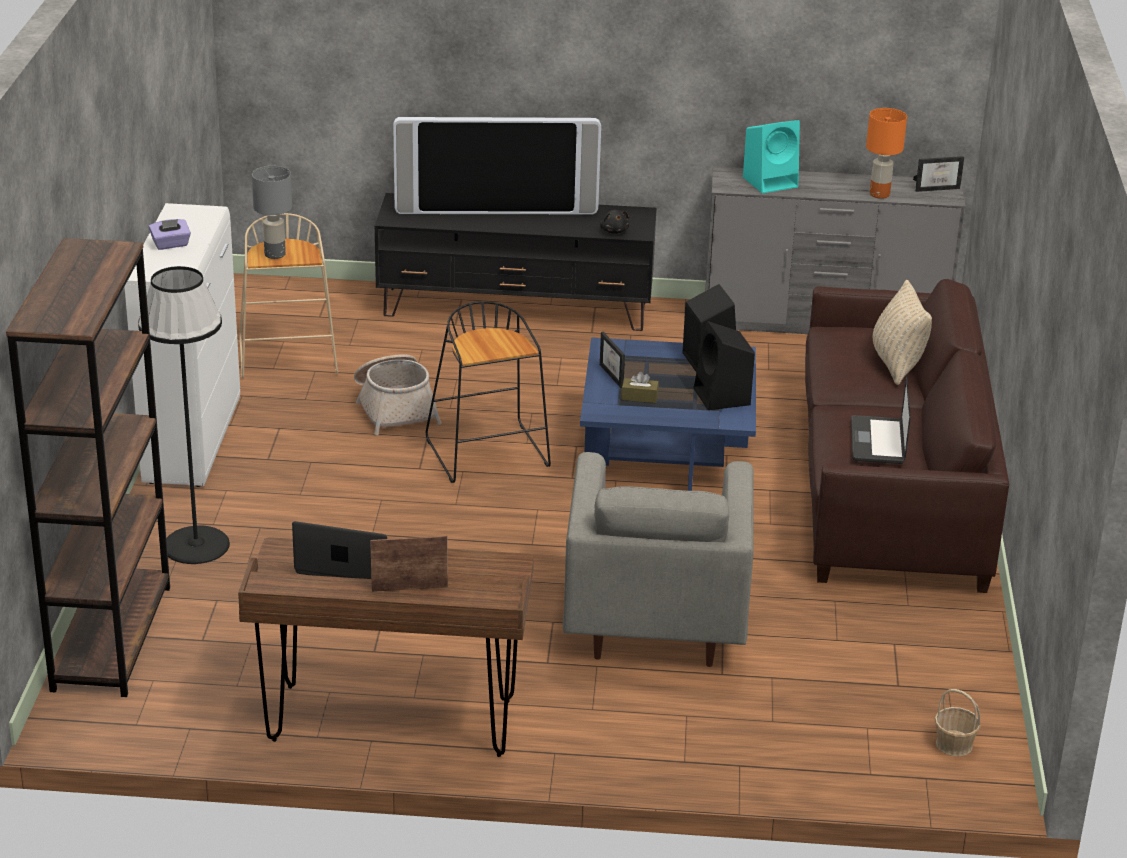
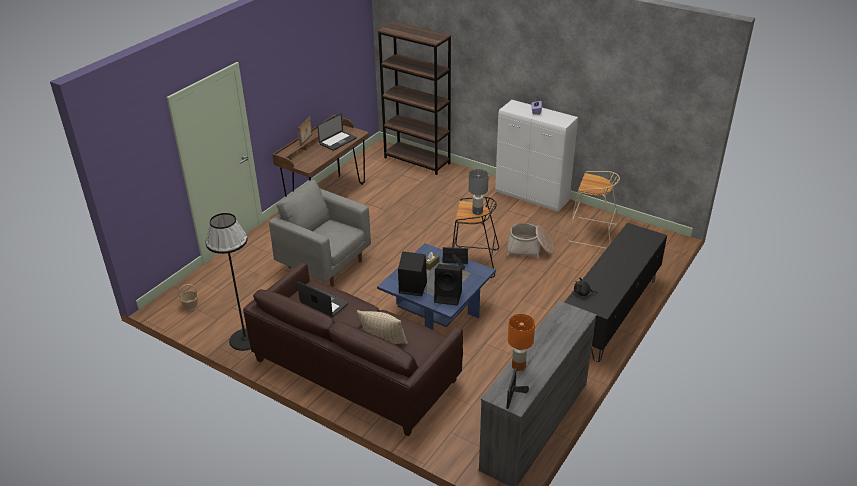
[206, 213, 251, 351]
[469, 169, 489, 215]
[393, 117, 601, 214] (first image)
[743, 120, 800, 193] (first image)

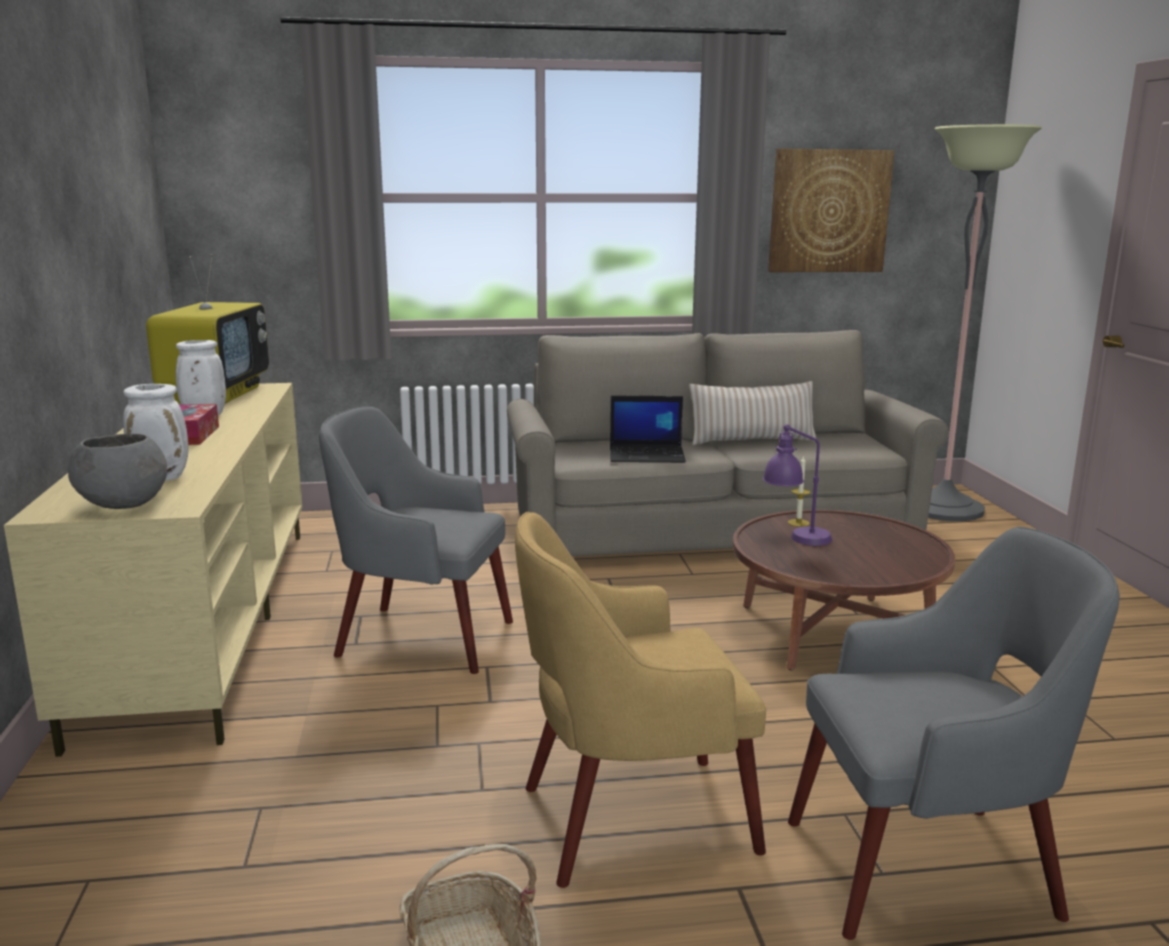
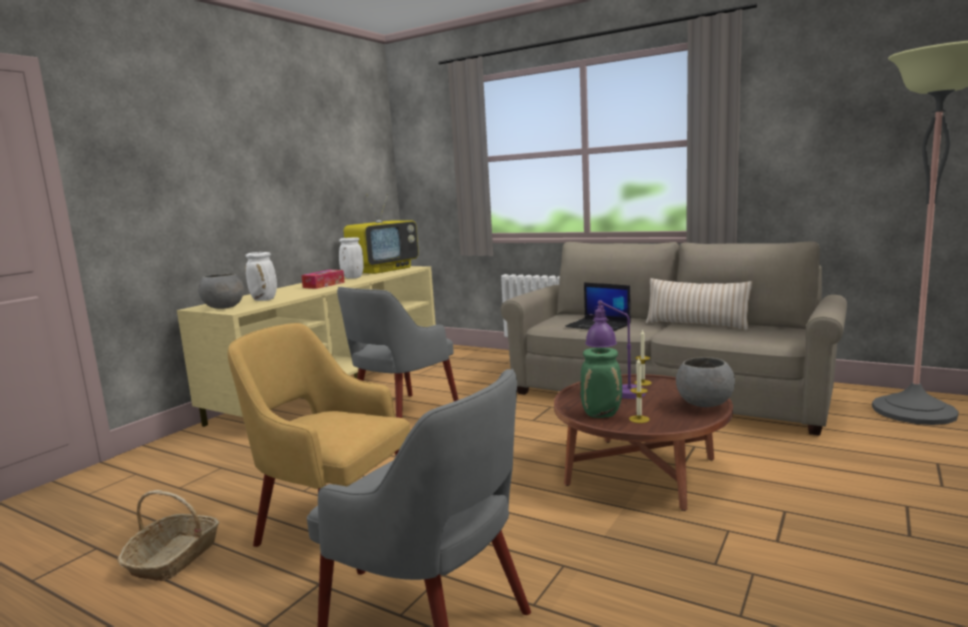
[337, 287, 458, 418]
[581, 348, 622, 418]
[629, 358, 650, 423]
[676, 357, 735, 407]
[768, 148, 895, 272] (first image)

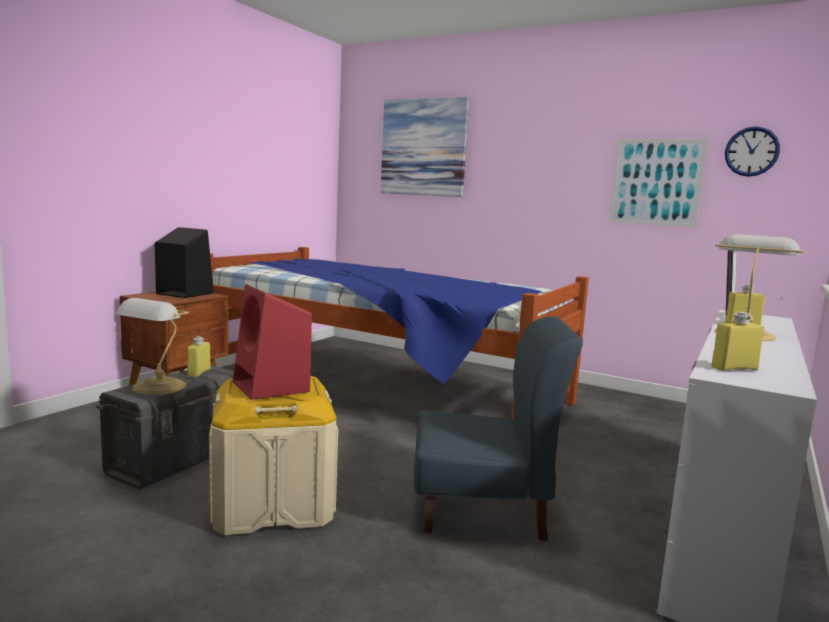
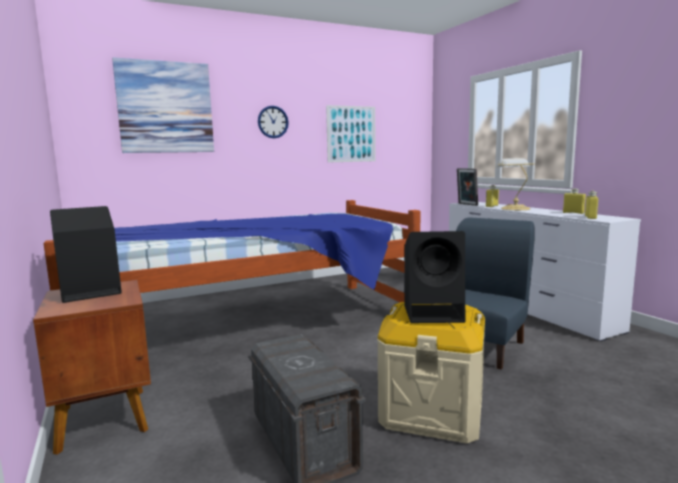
[258, 106, 289, 138]
[404, 231, 465, 323]
[563, 188, 586, 214]
[116, 298, 189, 395] (first image)

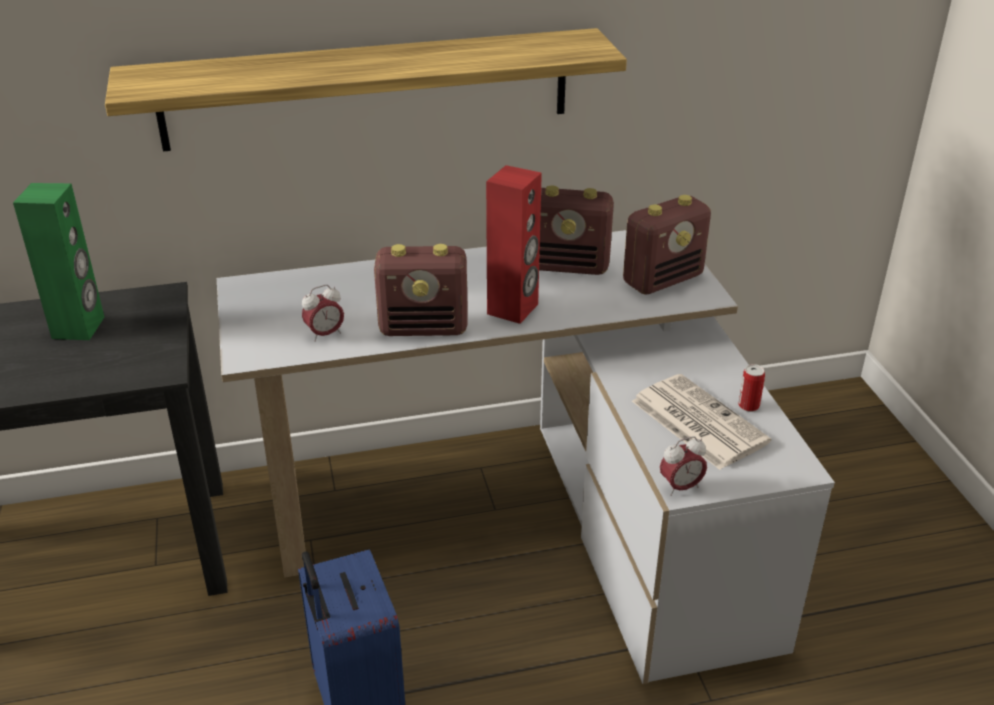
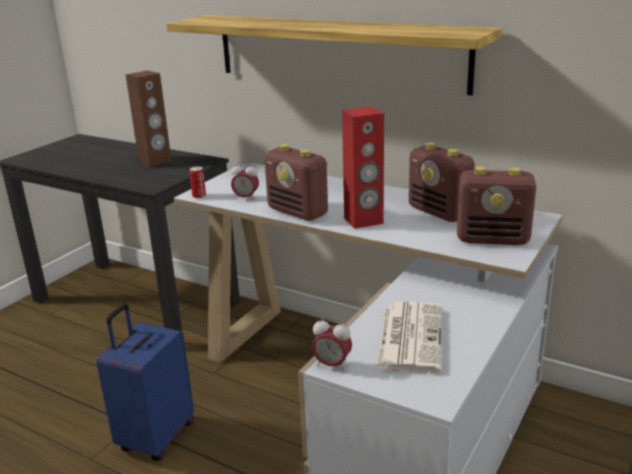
[126, 71, 172, 167]
[189, 166, 206, 198]

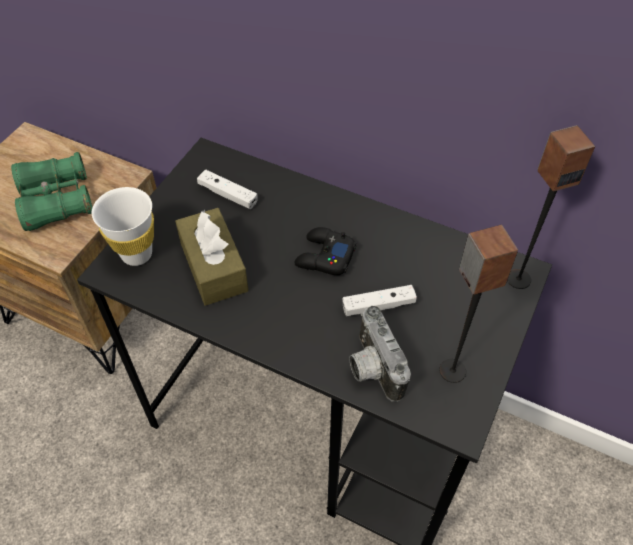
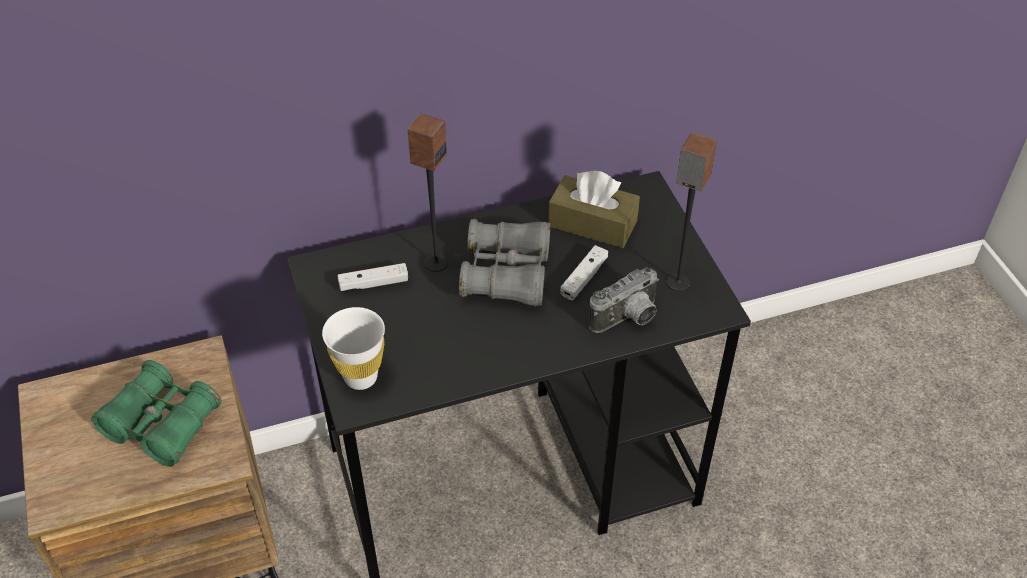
[407, 114, 448, 272]
[459, 219, 550, 306]
[548, 170, 640, 248]
[589, 267, 659, 333]

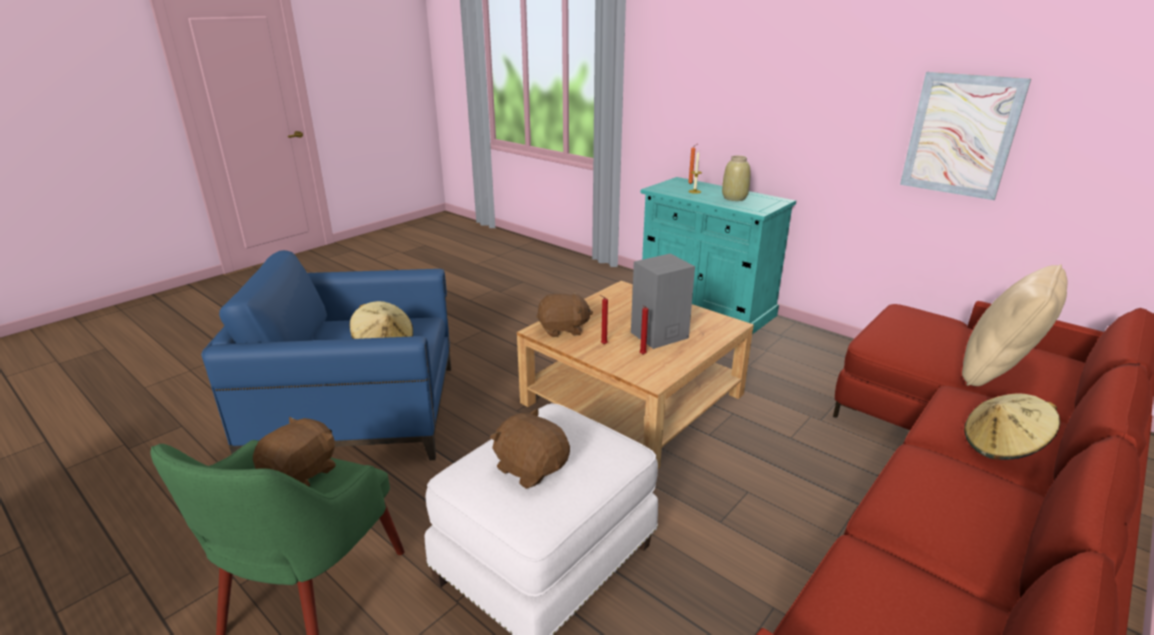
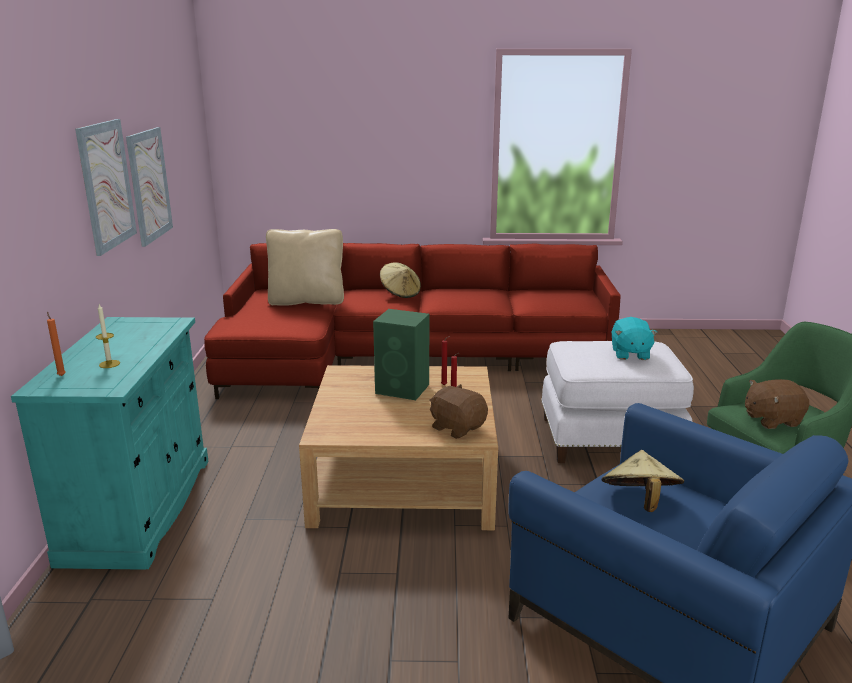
[75, 119, 137, 256]
[373, 309, 429, 400]
[612, 317, 658, 360]
[722, 155, 751, 201] (first image)

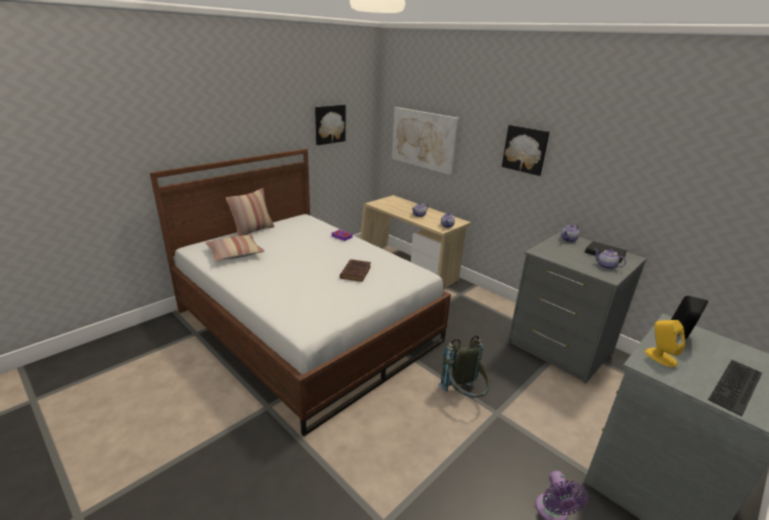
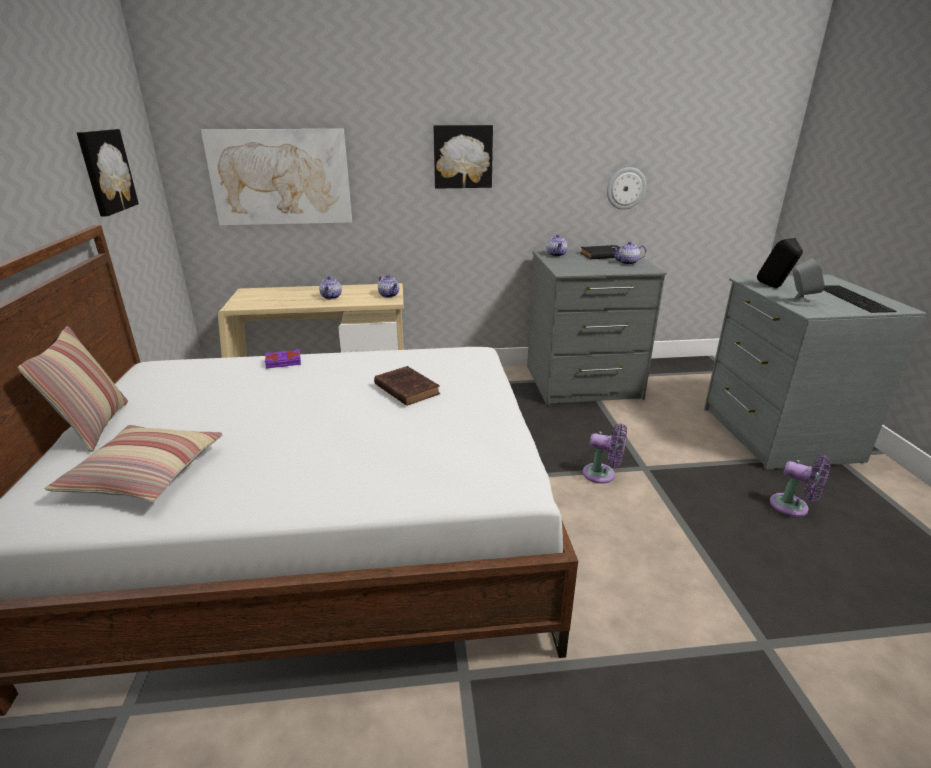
[583, 424, 627, 484]
[607, 167, 646, 210]
[785, 258, 825, 306]

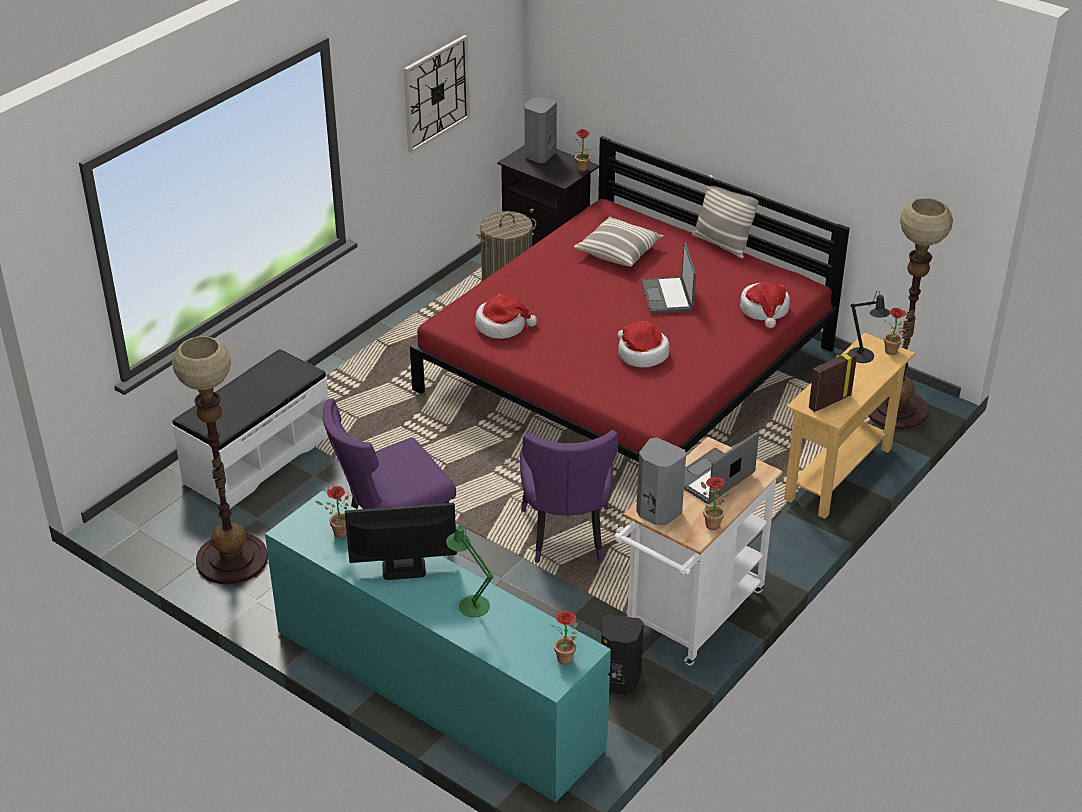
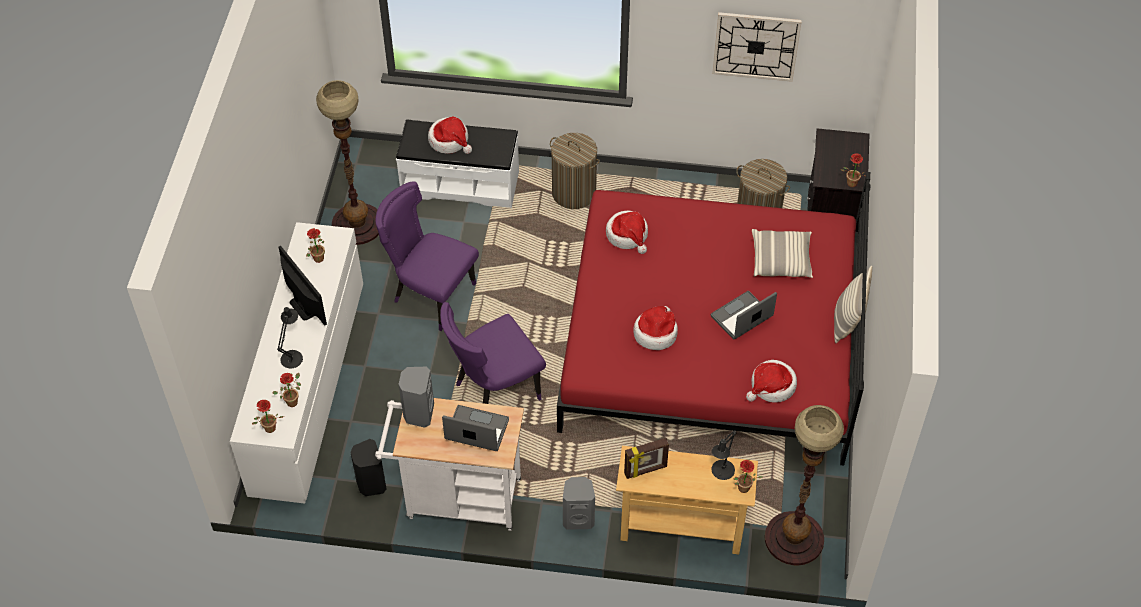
[230, 222, 363, 504]
[272, 373, 301, 407]
[277, 307, 303, 369]
[428, 116, 472, 154]
[550, 133, 600, 209]
[563, 477, 595, 530]
[624, 438, 669, 479]

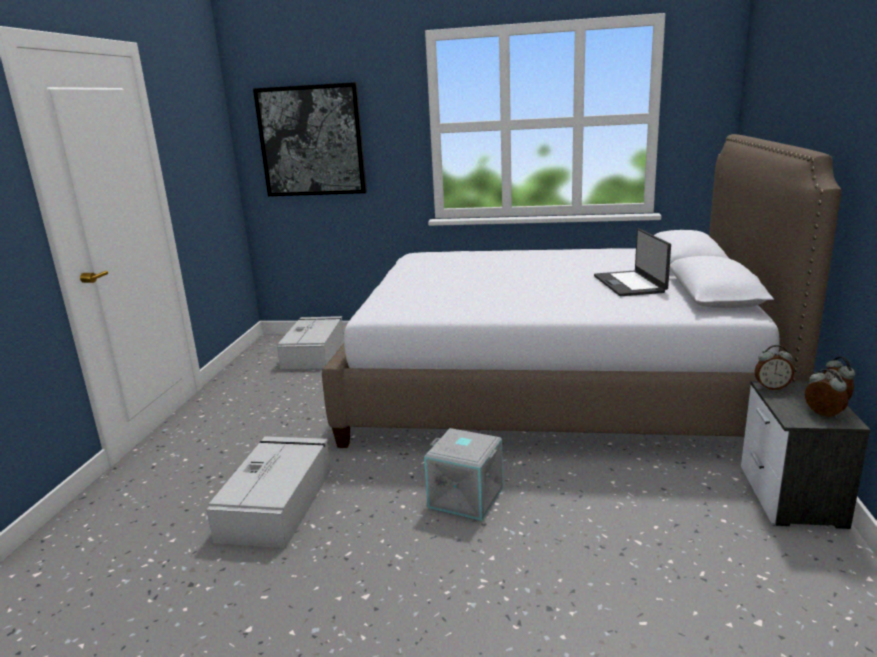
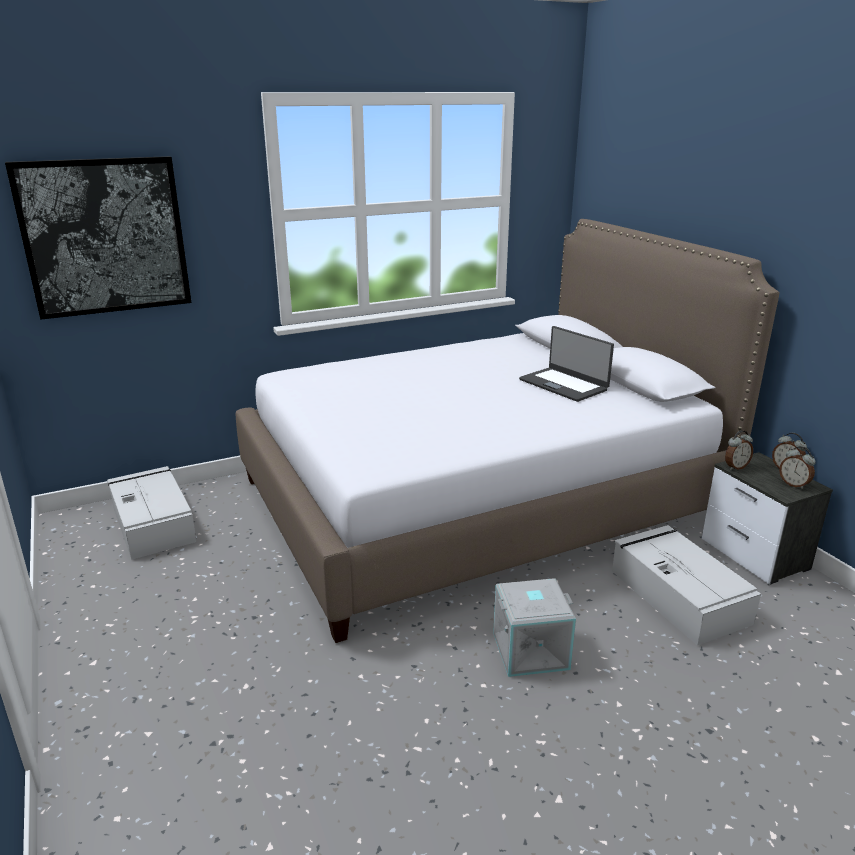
[612, 525, 761, 646]
[779, 446, 816, 489]

